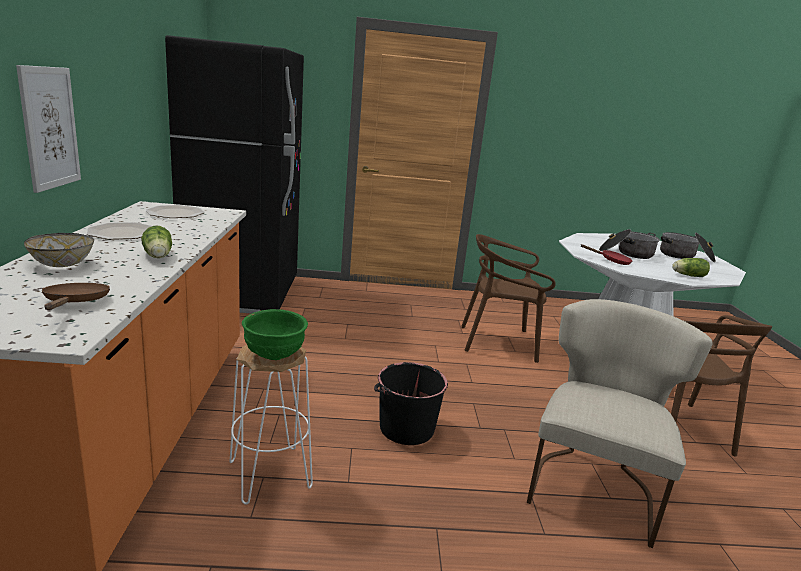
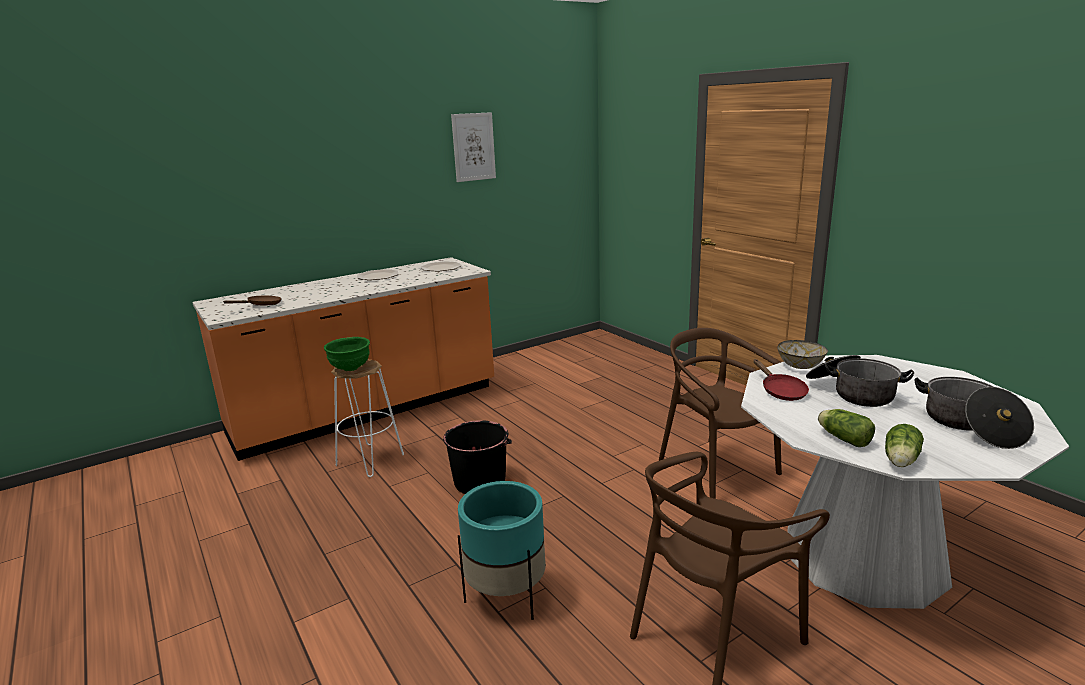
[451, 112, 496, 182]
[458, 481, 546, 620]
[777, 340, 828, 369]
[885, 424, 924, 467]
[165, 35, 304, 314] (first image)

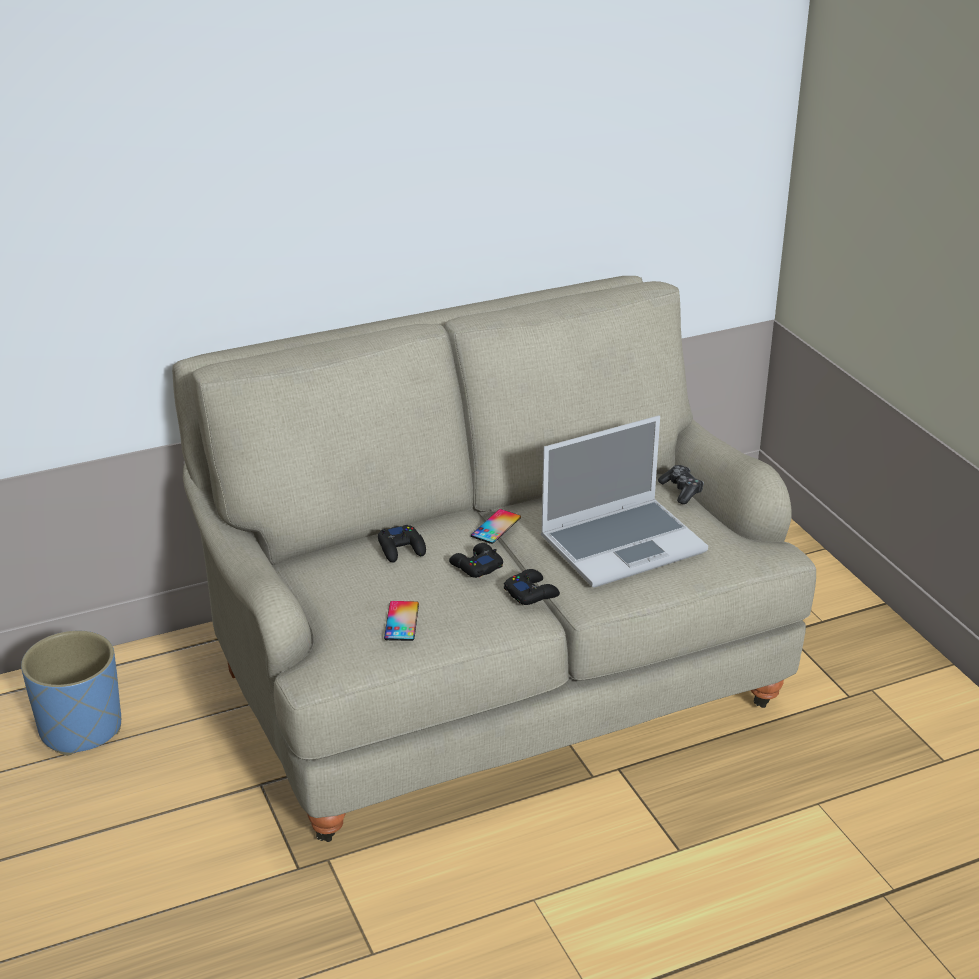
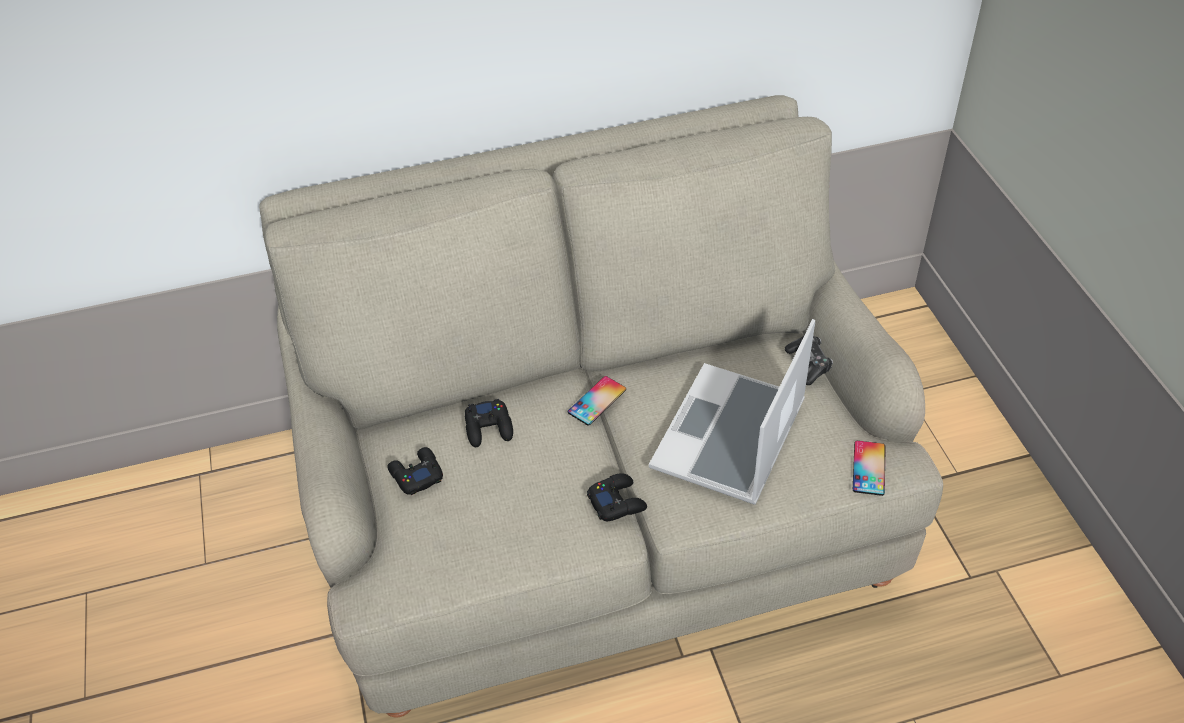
[387, 447, 443, 495]
[649, 319, 815, 505]
[853, 441, 886, 496]
[21, 631, 121, 755] (first image)

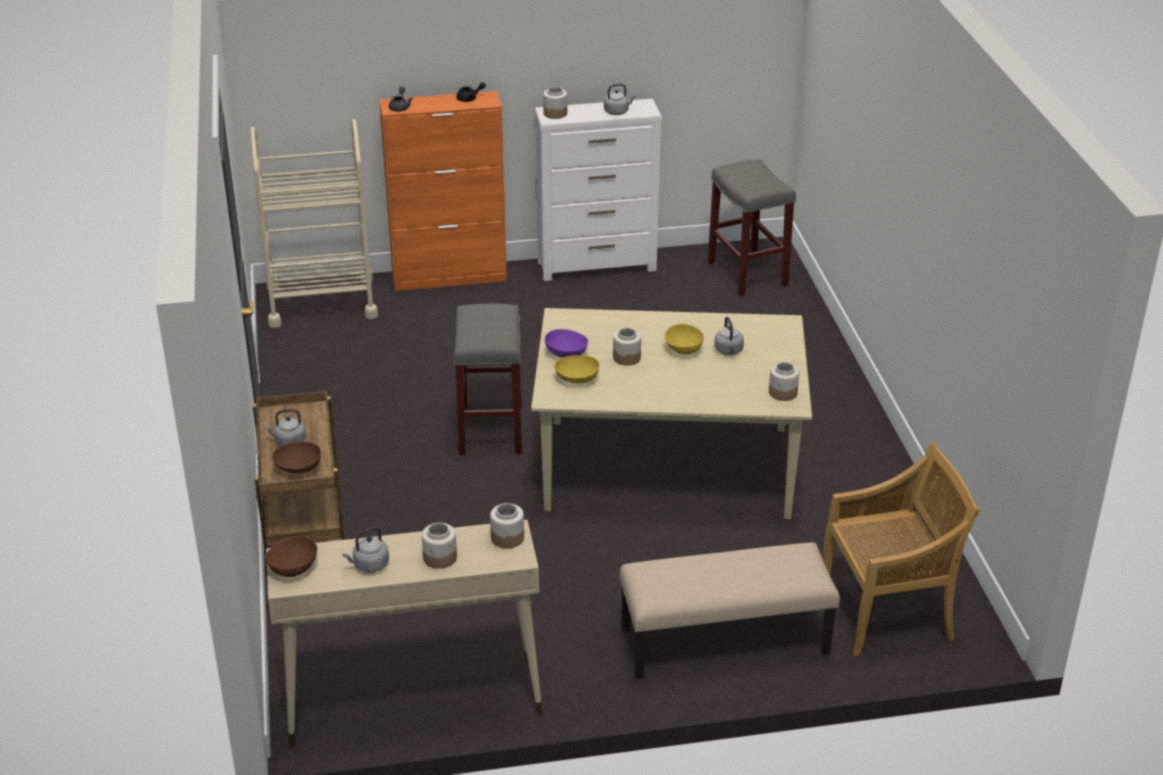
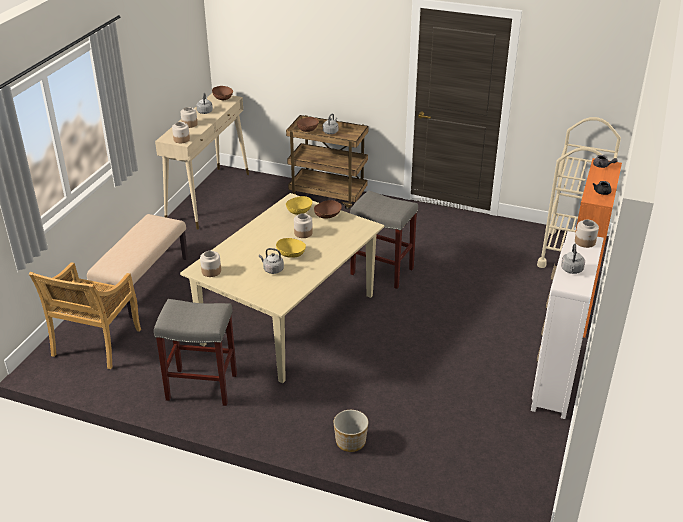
[154, 299, 237, 406]
[314, 200, 342, 219]
[333, 410, 368, 452]

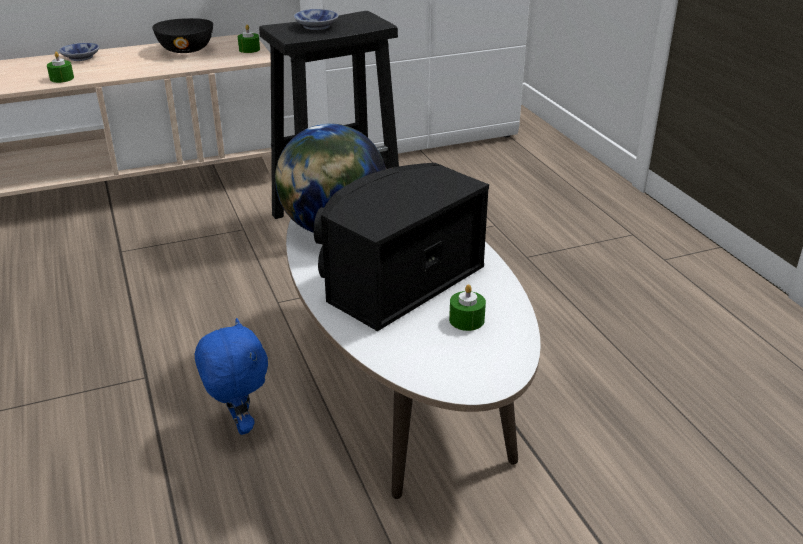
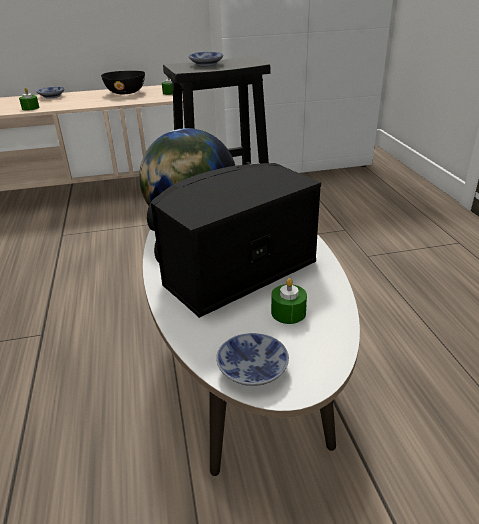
[216, 333, 289, 386]
[195, 318, 268, 435] (first image)

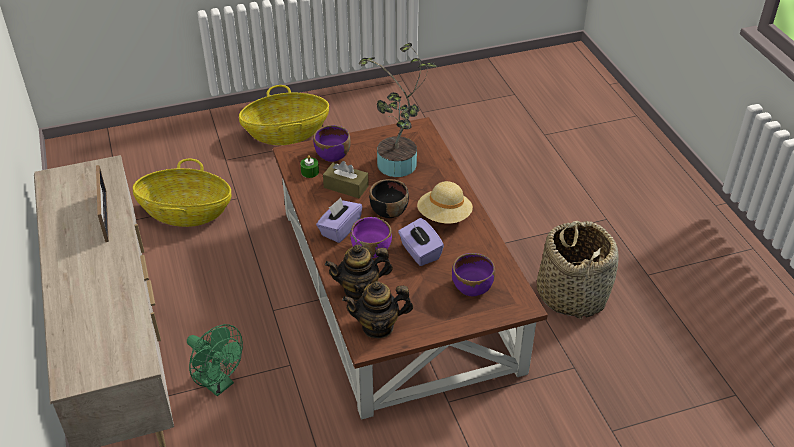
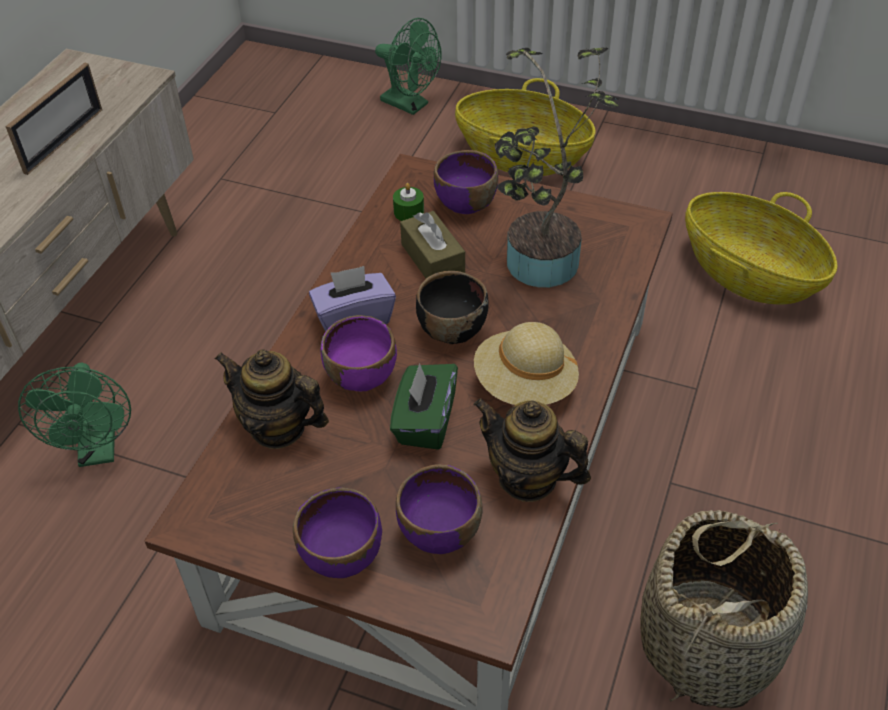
[293, 487, 382, 578]
[375, 18, 442, 115]
[390, 363, 458, 450]
[474, 398, 591, 502]
[685, 192, 837, 305]

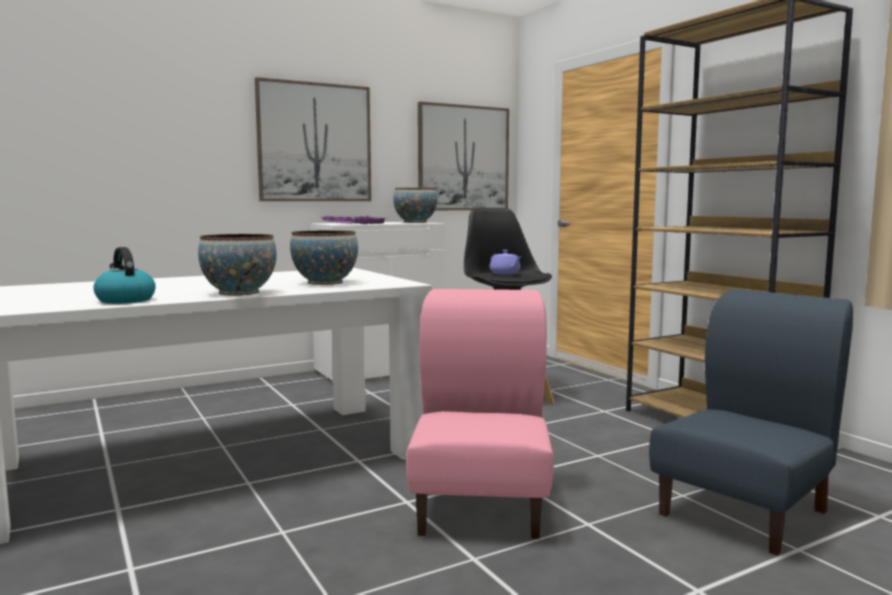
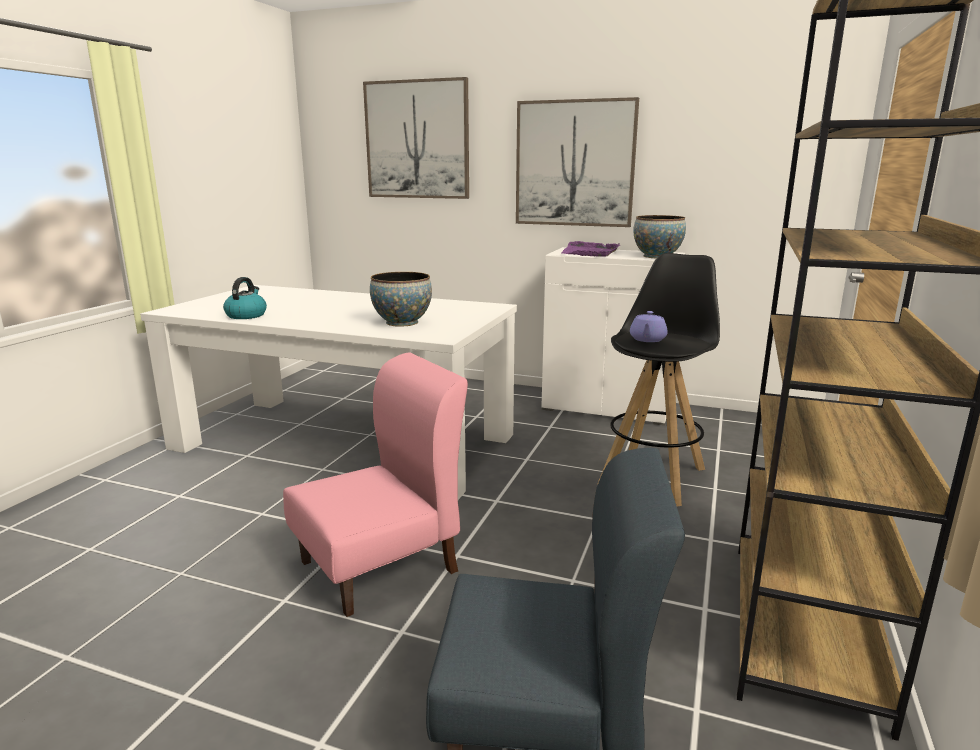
[363, 77, 469, 199]
[198, 234, 277, 296] (first image)

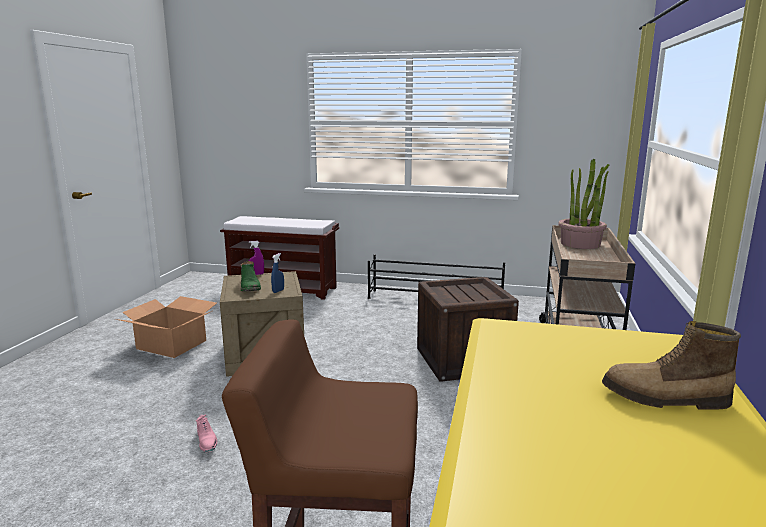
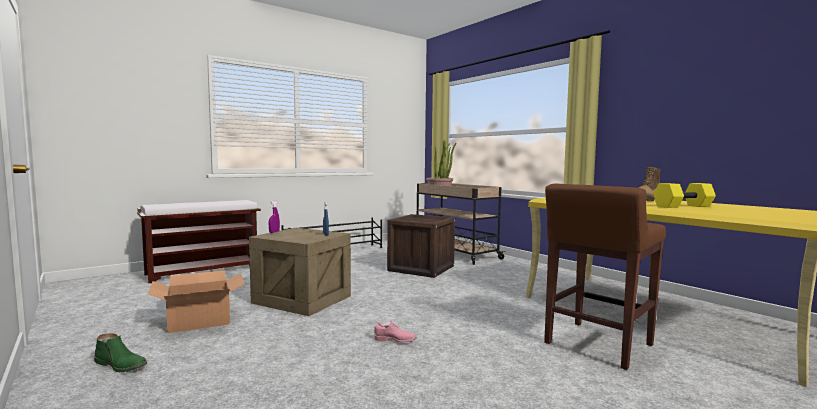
[94, 333, 147, 372]
[653, 183, 716, 208]

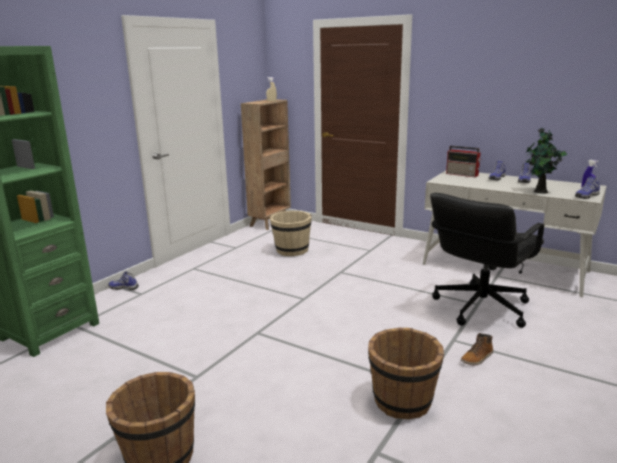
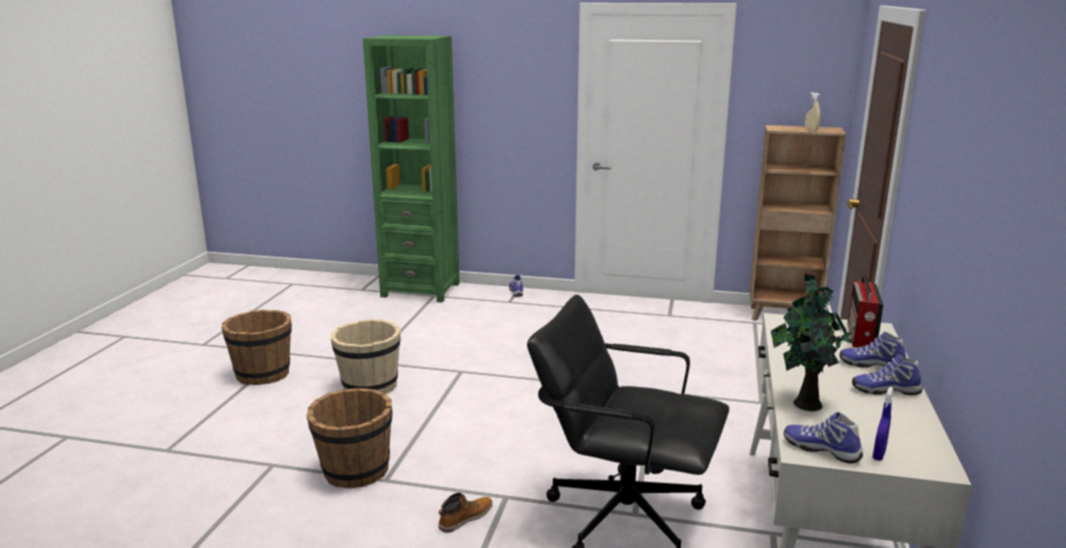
[331, 319, 401, 394]
[439, 492, 493, 533]

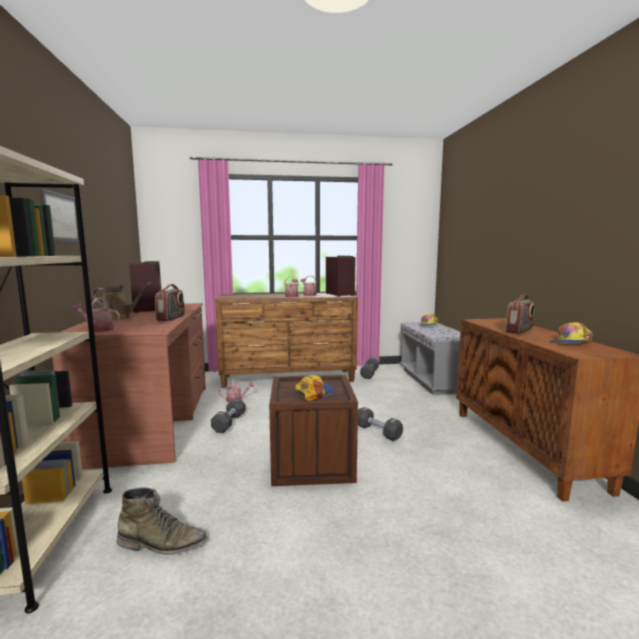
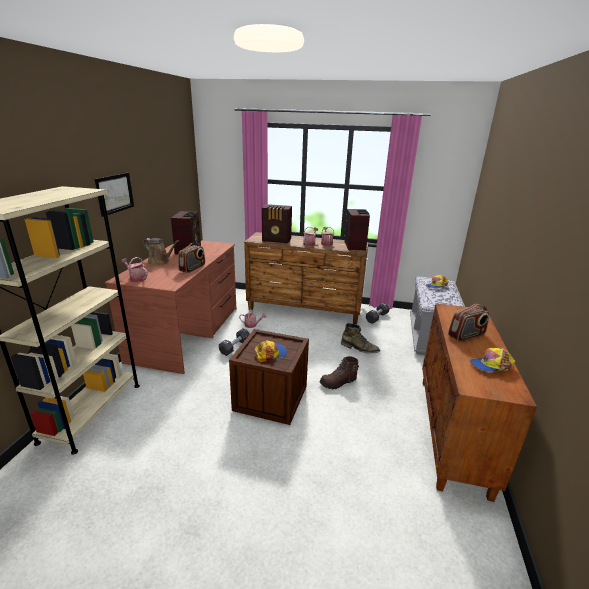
[262, 204, 292, 244]
[319, 356, 359, 390]
[341, 323, 380, 353]

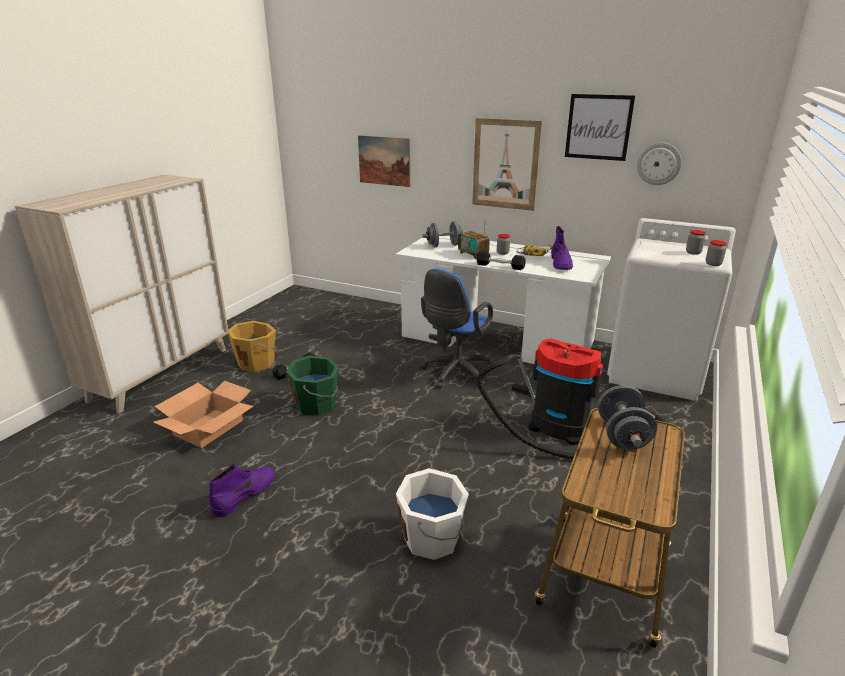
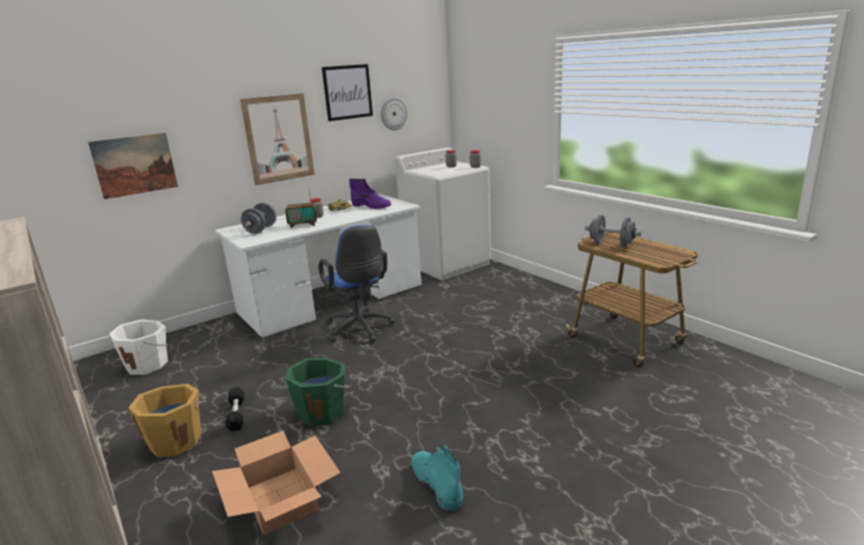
[109, 319, 168, 375]
[411, 445, 463, 511]
[476, 251, 526, 270] (first image)
[476, 339, 667, 460] (first image)

